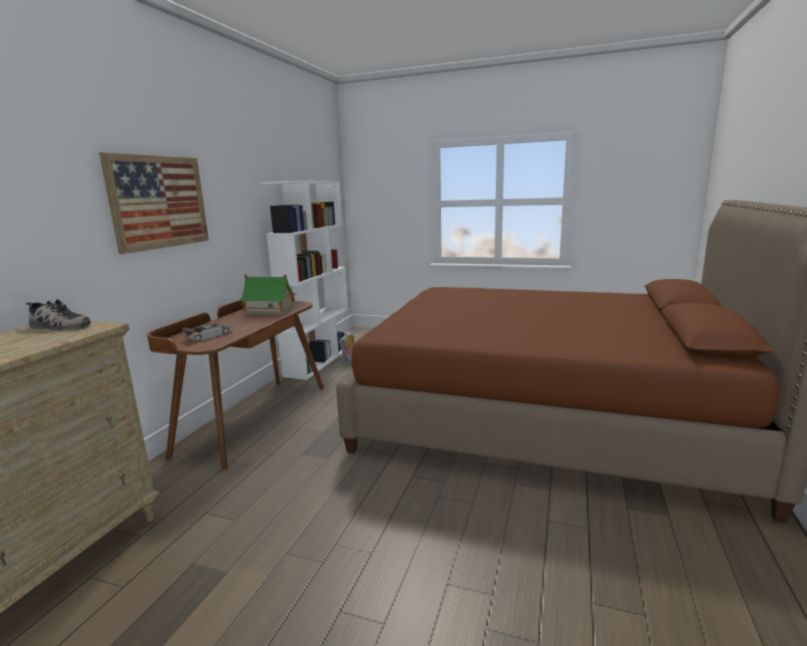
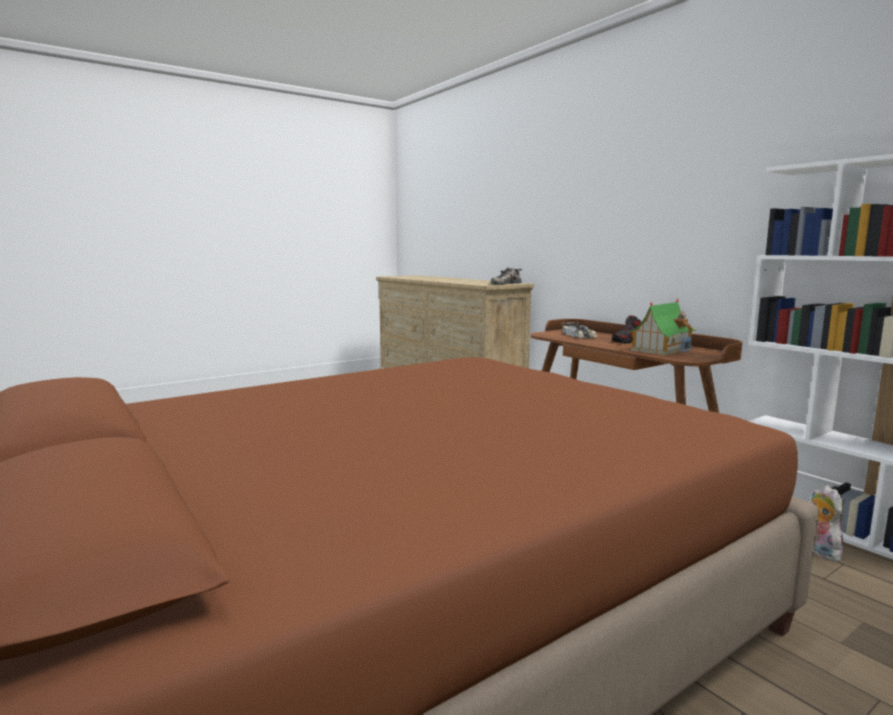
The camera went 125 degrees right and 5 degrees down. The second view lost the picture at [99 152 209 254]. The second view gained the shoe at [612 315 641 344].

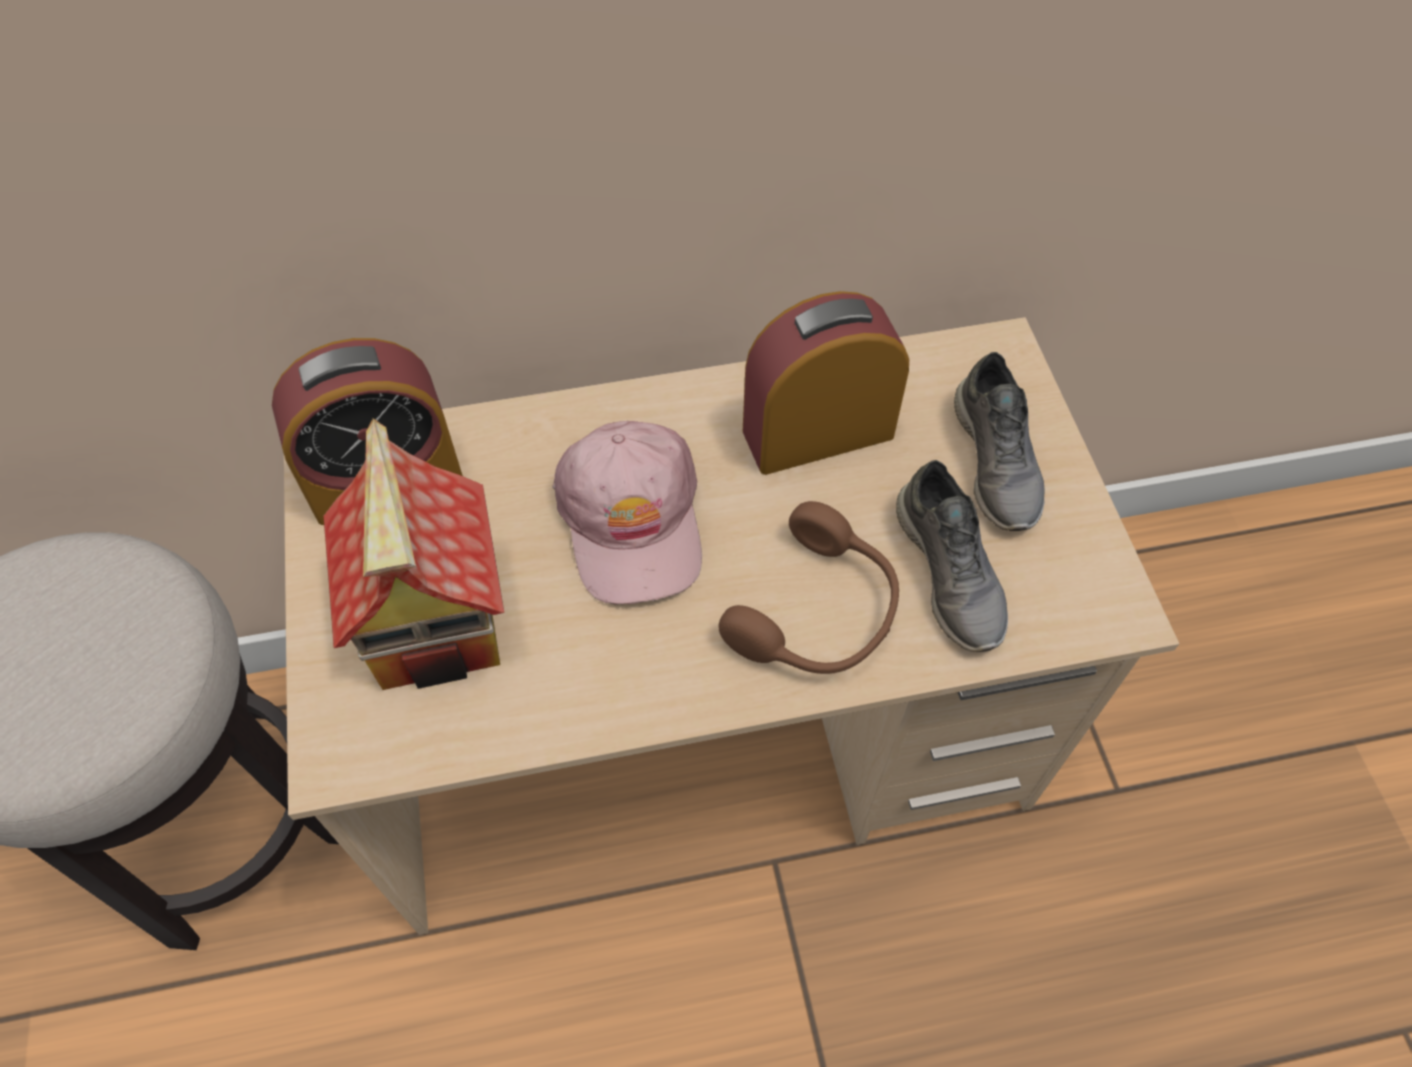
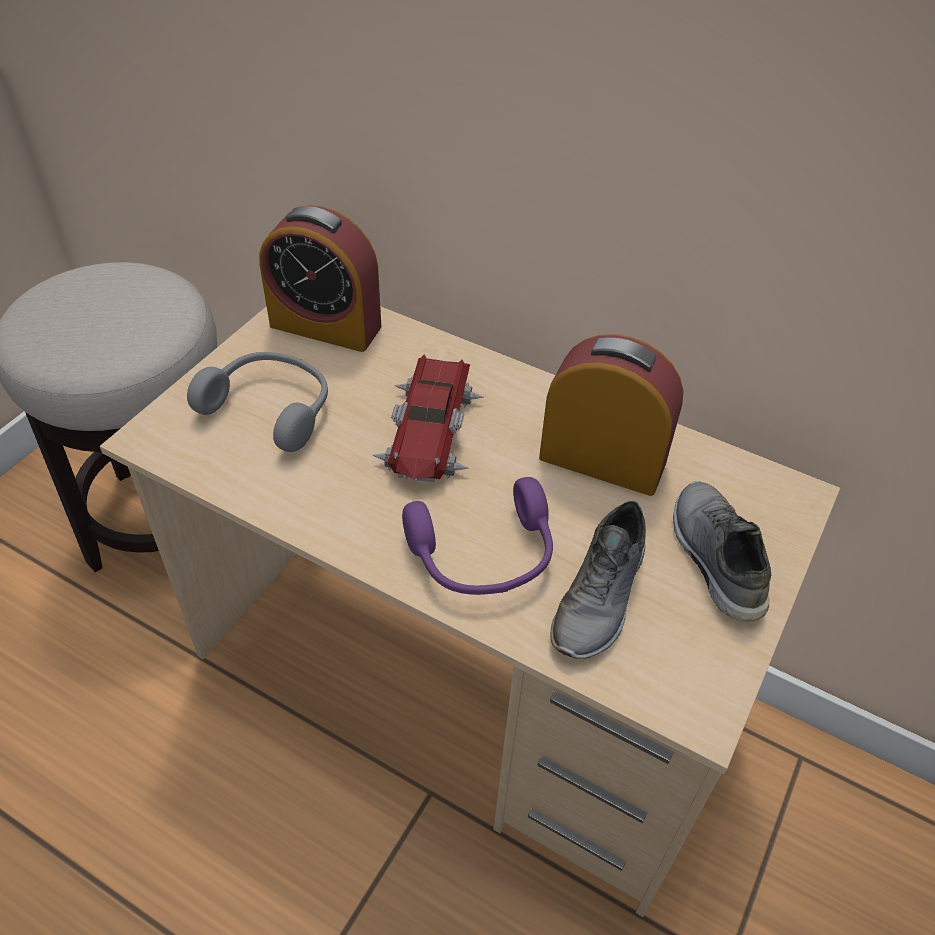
The camera went 40 degrees right and 10 degrees down. Where the toy house stood at [324 418 504 690], the headphones (grey) came to stand at [187 352 328 452]. Where the cap (pink) stood at [552 421 702 605], the toy car came to stand at [373 355 484 482]. What was the headphones (brown) at [719 501 899 674] turned into the headphones (purple) at [402 477 553 595]. The shoe (grey) at [954 352 1045 531] ended up facing another way, 135 degrees clockwise from before.

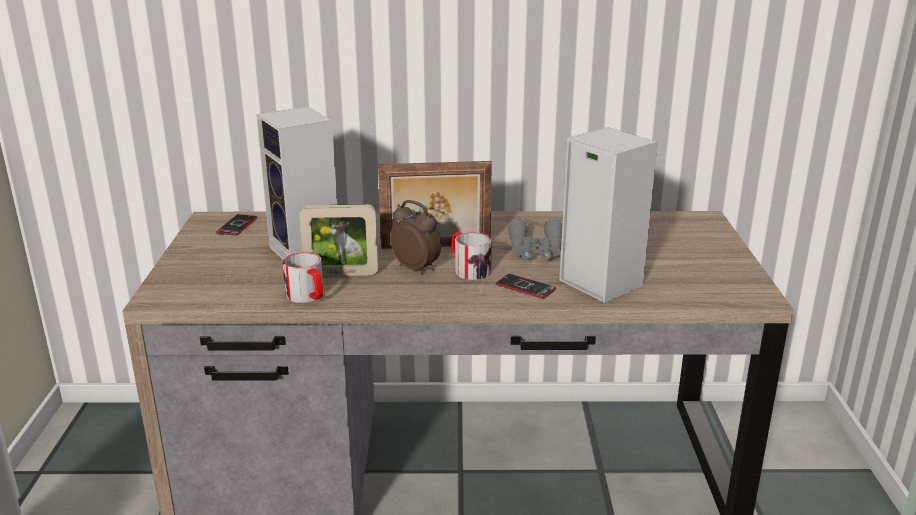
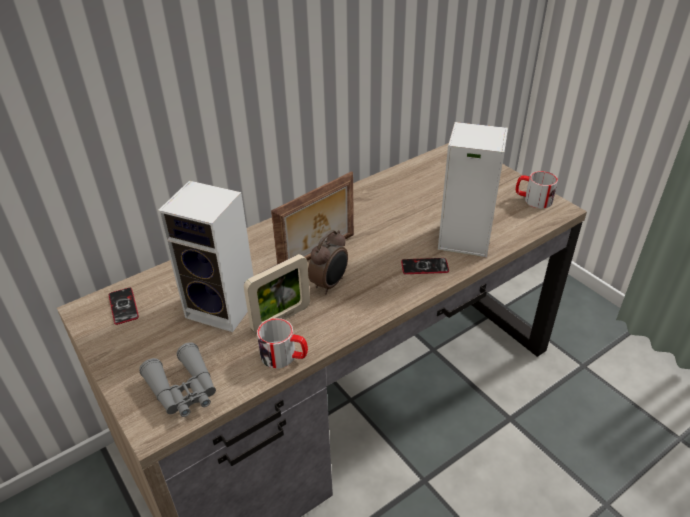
The camera went 35 degrees left and 15 degrees up. The mug ended up elsewhere, having gone from [452 232 492 280] to [516 171 558 209]. The binoculars (grey) ended up elsewhere, having gone from [508 218 562 259] to [139 342 216 417]. The alarm clock at [390 200 441 274] ended up facing another way, 120 degrees clockwise from before.

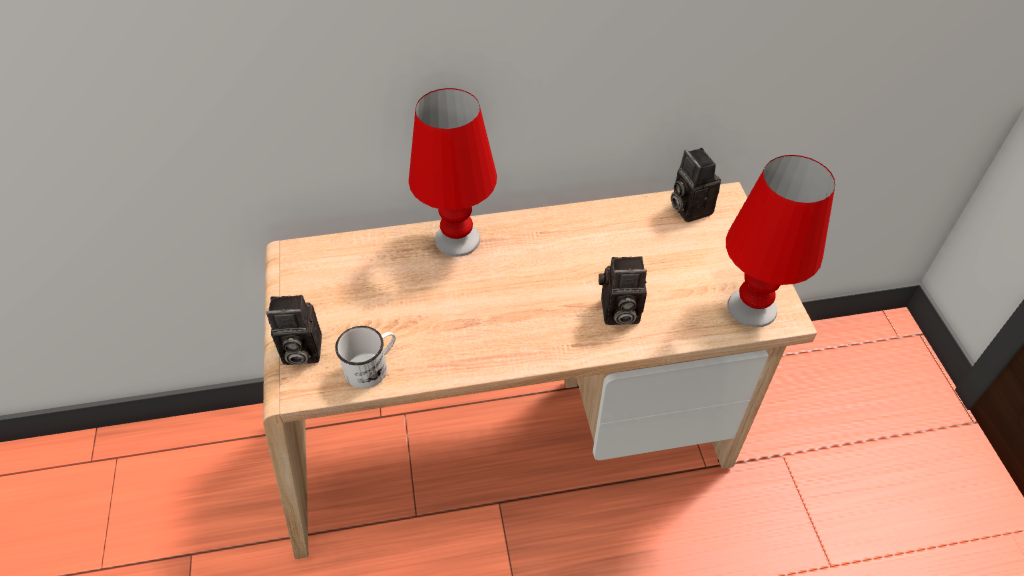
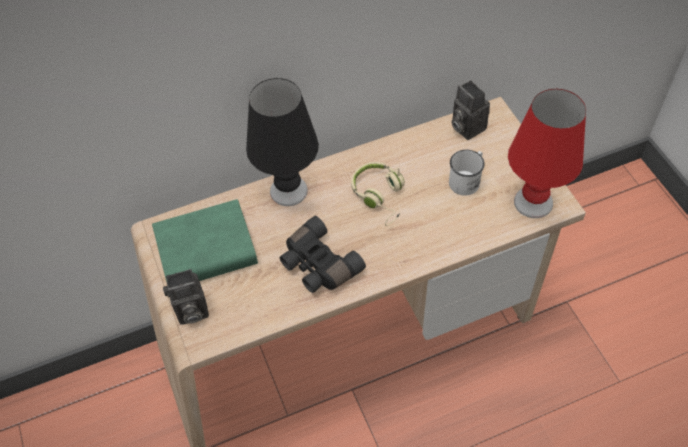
The camera went 10 degrees left and 5 degrees up. The second view lost the photo camera at [598 256 647 325]. The second view gained the book (green) at [152 199 258 282]. The second view gained the binoculars (black) at [280 216 366 293]. The second view gained the headphones (beige) at [351 162 404 226]. The mug (white) ended up elsewhere, having gone from [335 326 396 389] to [449 150 485 196]. What was the table lamp (red) at [409 88 497 257] turned into the table lamp (black) at [246 78 319 206].

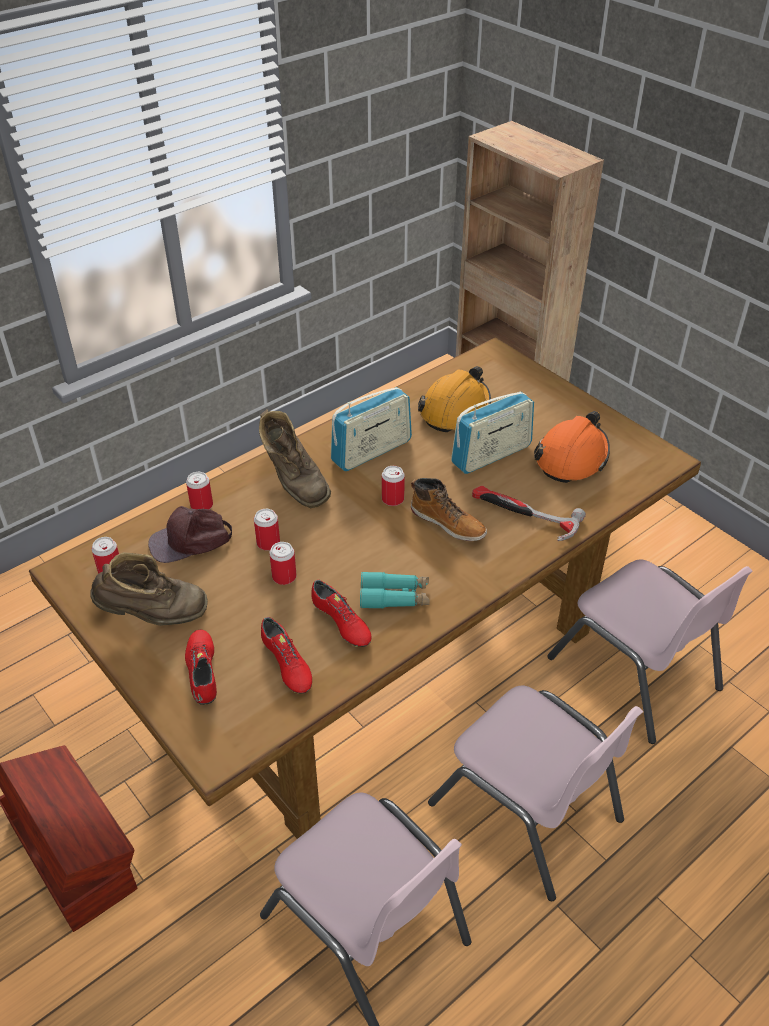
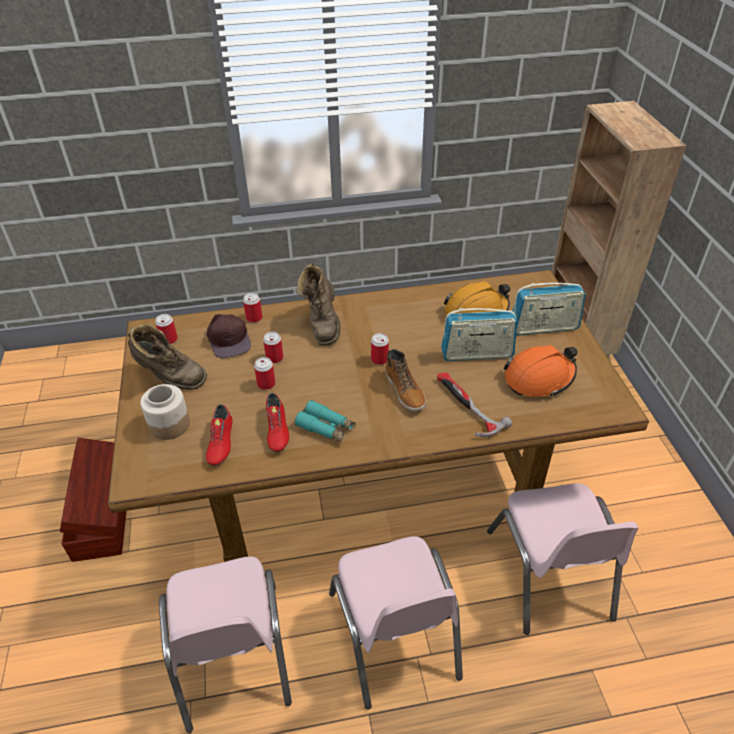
The camera went 30 degrees right and 0 degrees up. The radio ended up elsewhere, having gone from [331 387 412 471] to [512 283 586 336]. Where the shoe (red) stood at [185 630 217 705], the jar came to stand at [140 384 190 440]. The cap (brown) at [148 506 232 563] ended up facing another way, 120 degrees counterclockwise from before.

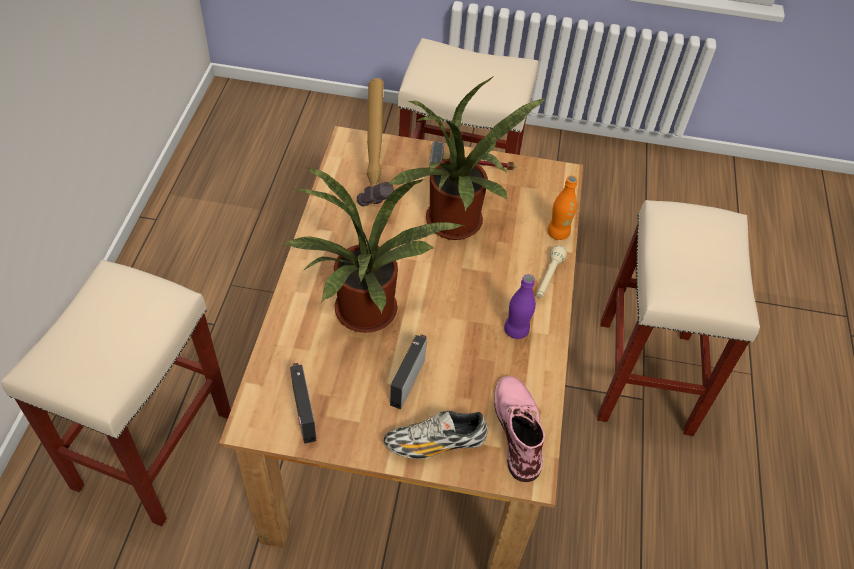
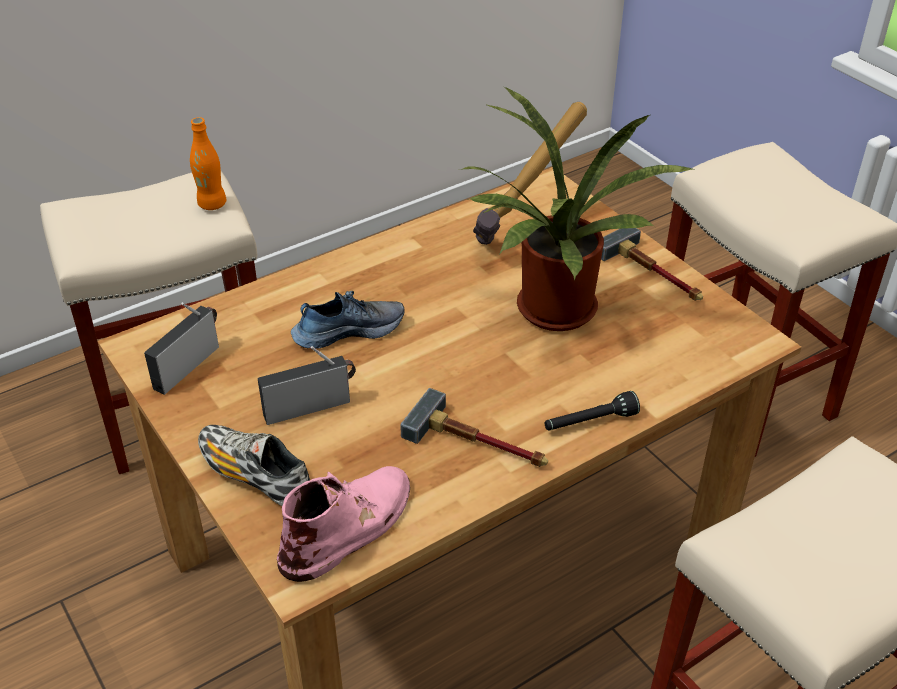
The camera went 50 degrees right and 10 degrees down. The bottle (orange) ended up elsewhere, having gone from [547 175 578 240] to [190 117 226 210]. Where the potted plant stood at [282 168 463 333], the shoe came to stand at [291 291 405 349]. Where the bottle (purple) stood at [504 274 536 339], the hammer came to stand at [400 388 548 467]. What was the flashlight (beige) at [537 246 567 298] turned into the flashlight (black) at [545 391 640 430].

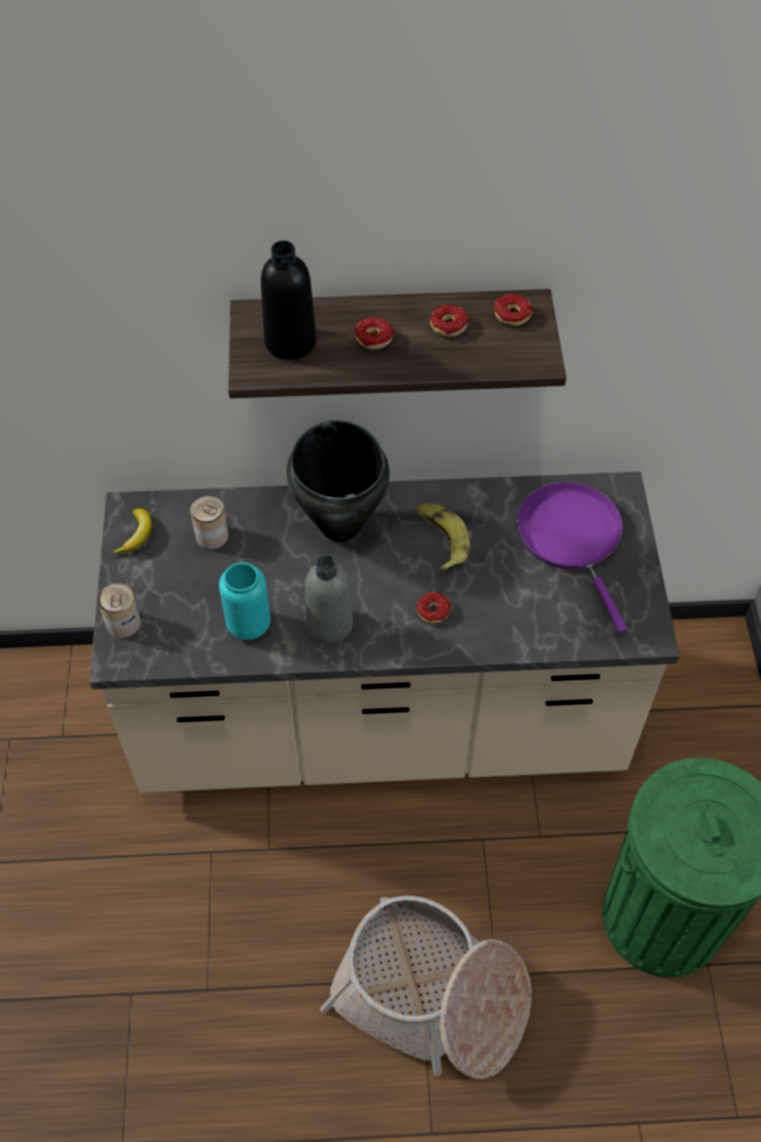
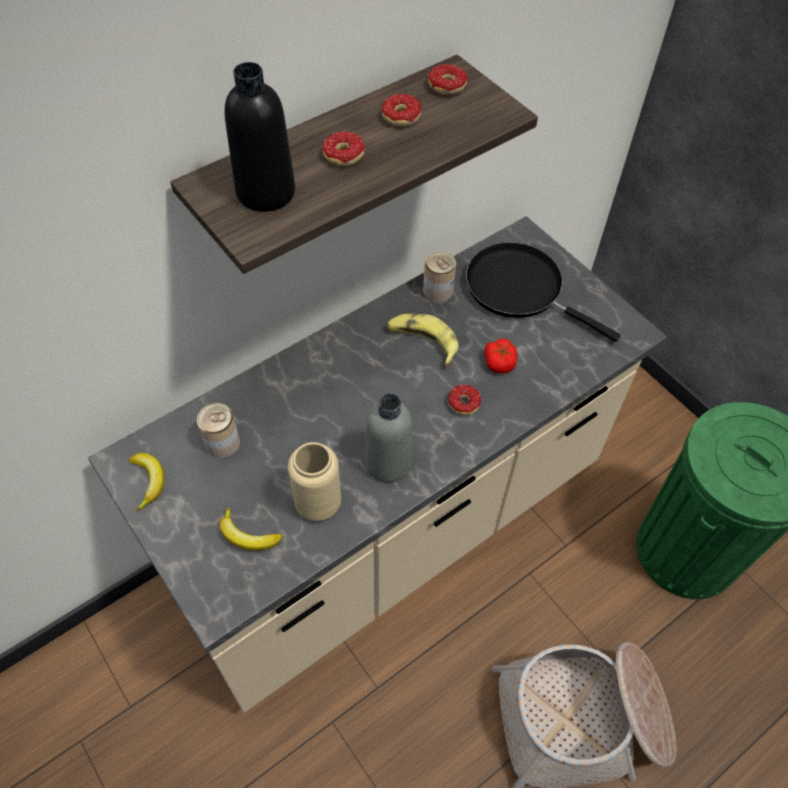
The camera went 35 degrees left and 0 degrees up. The second view lost the cooking pot (black) at [287 420 390 542]. The second view gained the banana at [220 507 282 550]. The second view gained the tomato at [484 339 517 373]. The can ended up elsewhere, having gone from [98 584 141 638] to [423 251 456 302]. What was the vase (turquoise) at [219 562 271 640] turned into the vase (beige) at [288 442 341 521]. What was the frying pan (purple) at [517 482 627 633] turned into the frying pan (black) at [466 242 621 342].

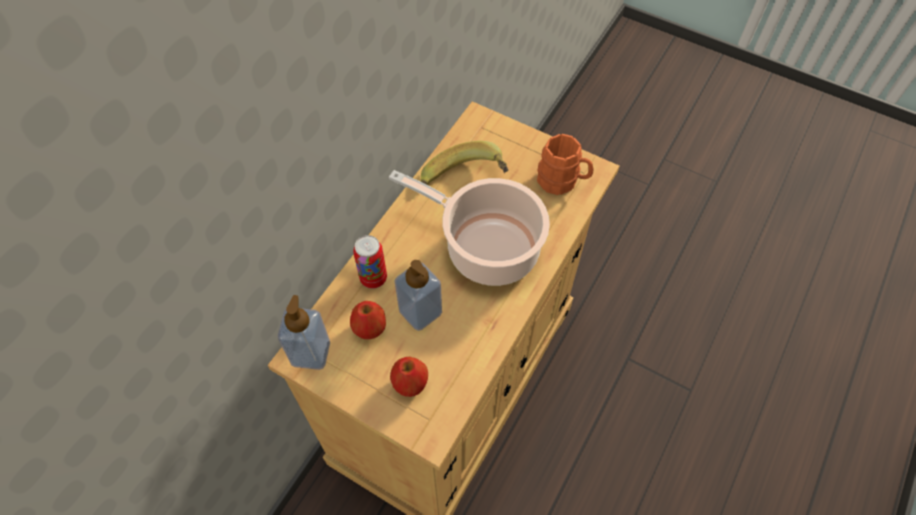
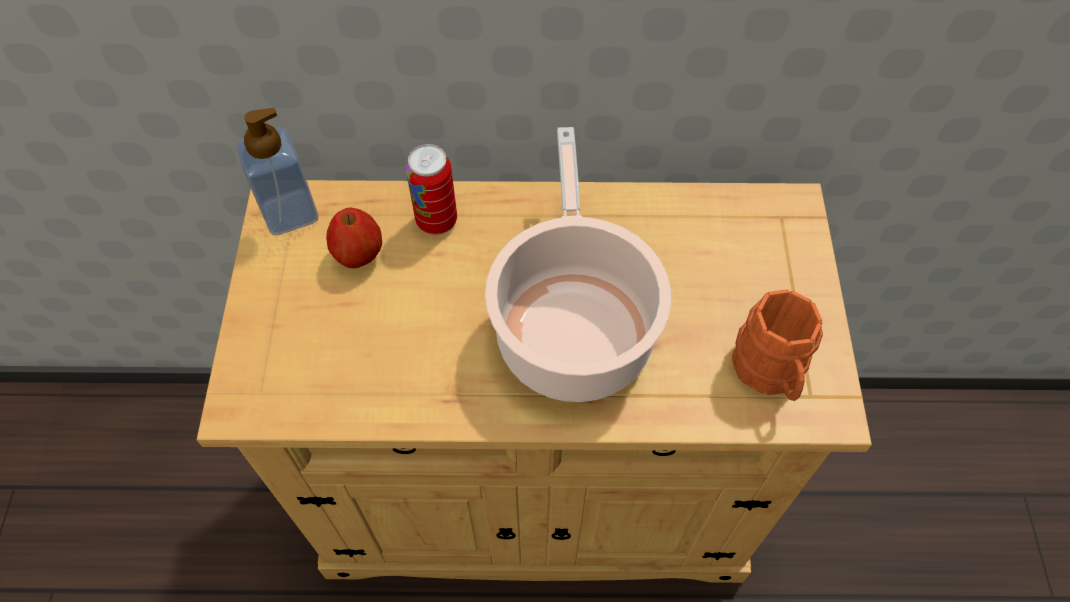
The camera went 60 degrees right and 0 degrees up. The second view lost the apple at [390 357 428 397]. The second view lost the soap dispenser at [394 260 442 331]. The second view lost the banana at [421 141 508 185].

